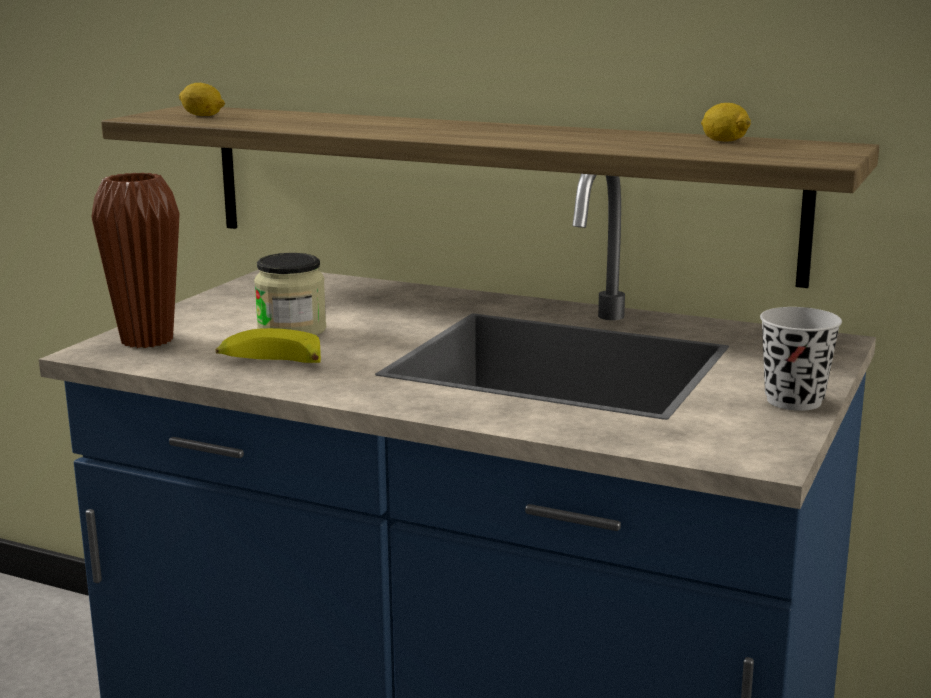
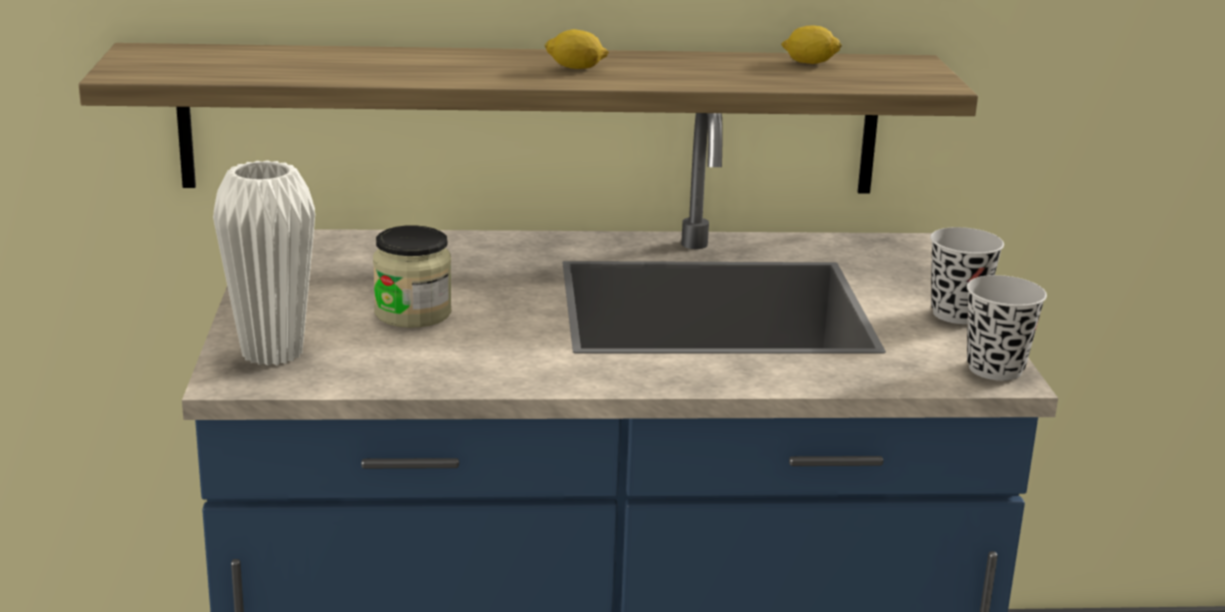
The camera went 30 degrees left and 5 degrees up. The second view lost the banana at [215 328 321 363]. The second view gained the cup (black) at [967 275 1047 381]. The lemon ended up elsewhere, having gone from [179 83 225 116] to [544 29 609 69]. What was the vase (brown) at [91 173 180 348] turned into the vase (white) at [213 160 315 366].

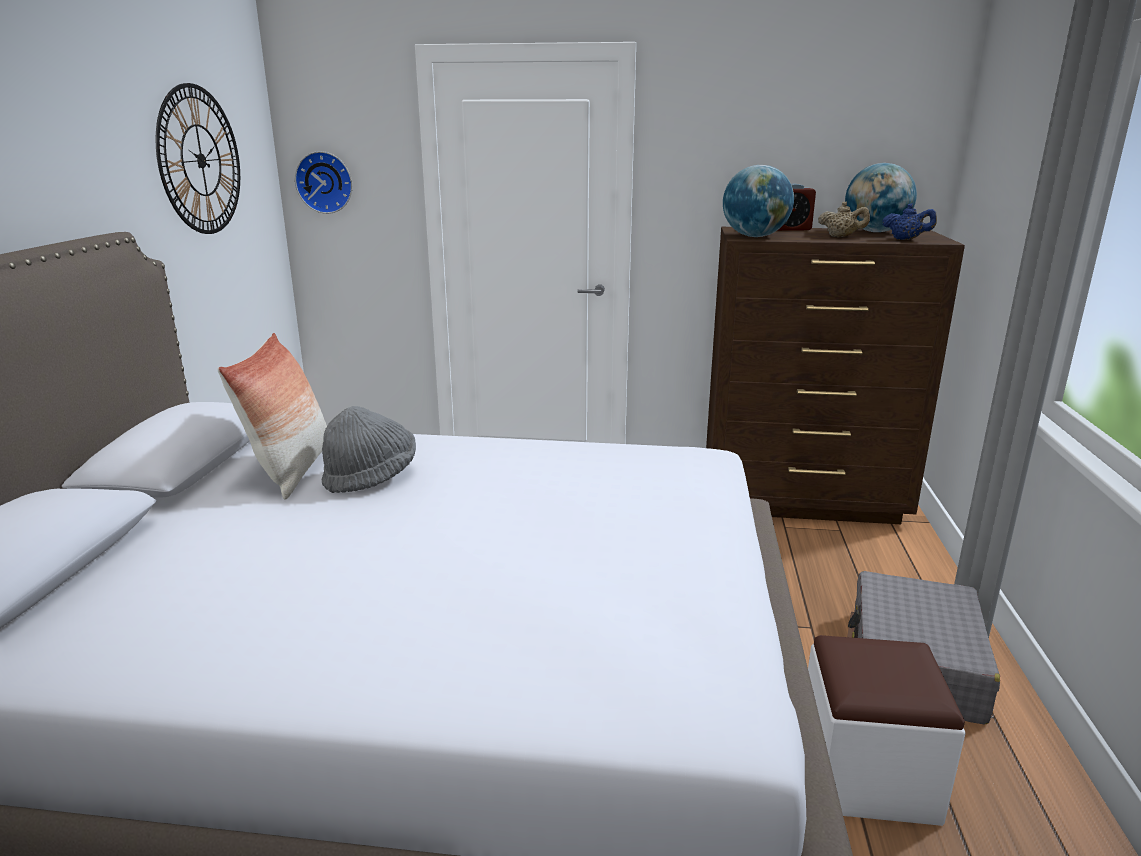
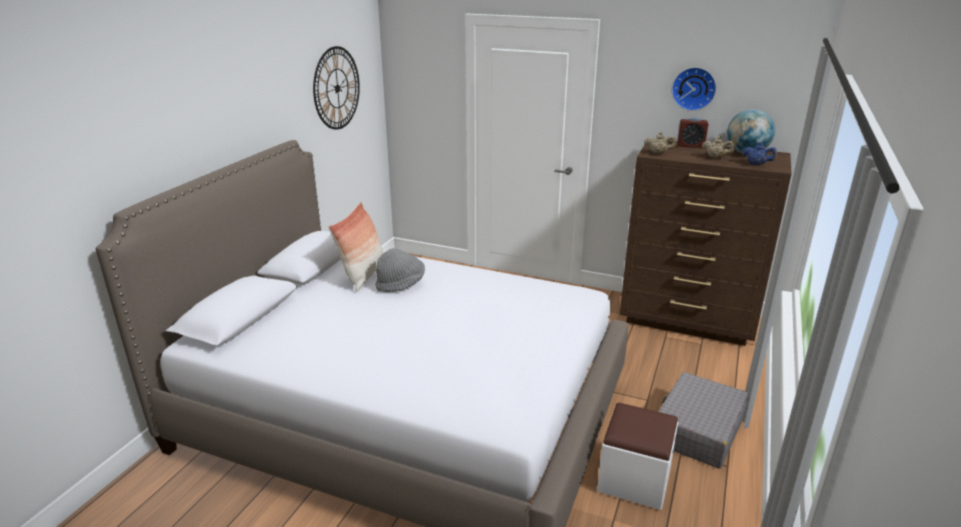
The camera went 15 degrees right and 5 degrees up. The wall clock ended up elsewhere, having gone from [295 151 352 214] to [672 67 717 111]. Where the globe stood at [723 165 794 237], the teapot (beige) came to stand at [644 132 676 154].

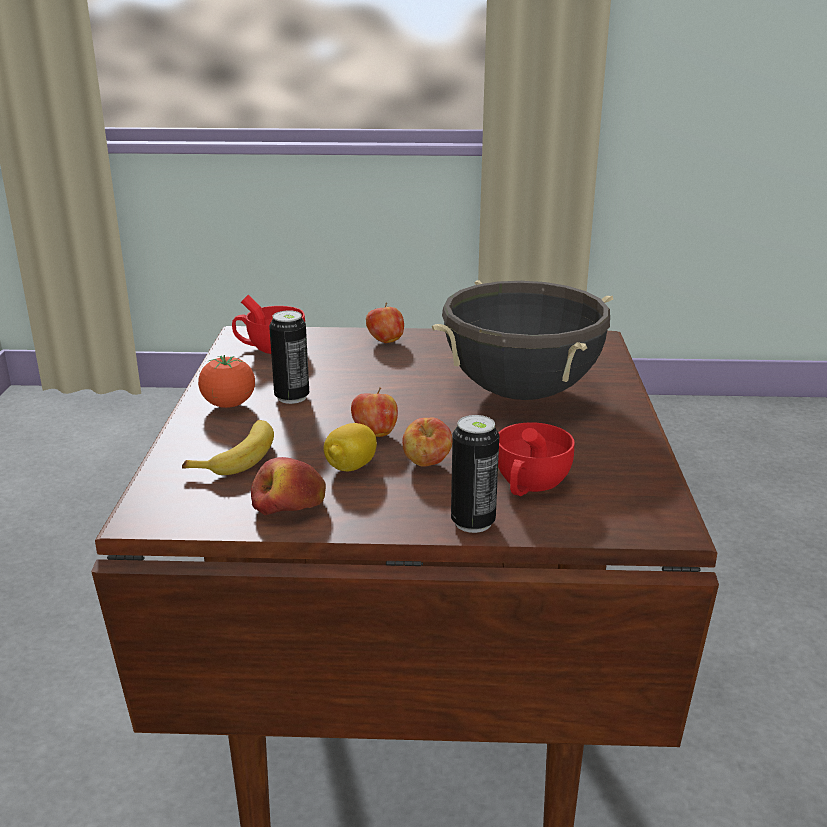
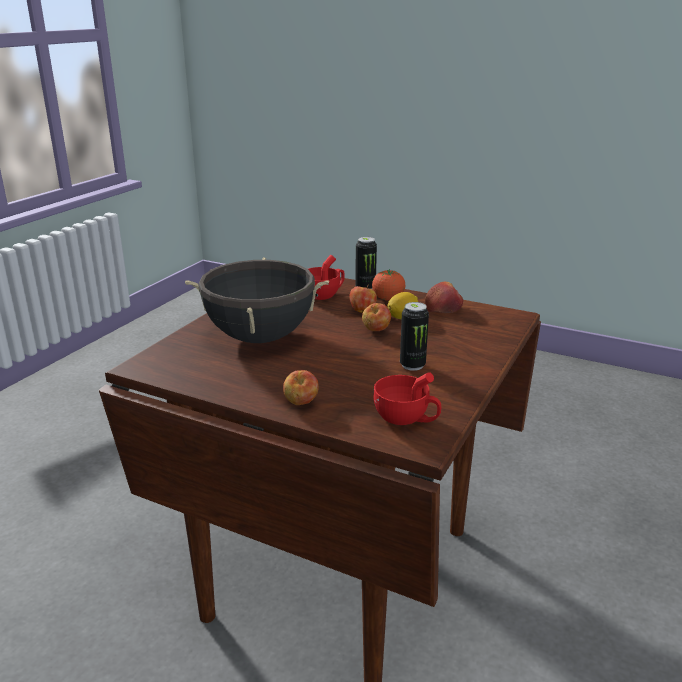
The camera went 155 degrees left and 0 degrees up. The second view lost the banana at [182 420 274 475]. The tomato ended up elsewhere, having gone from [198 355 255 408] to [372 269 405 301].

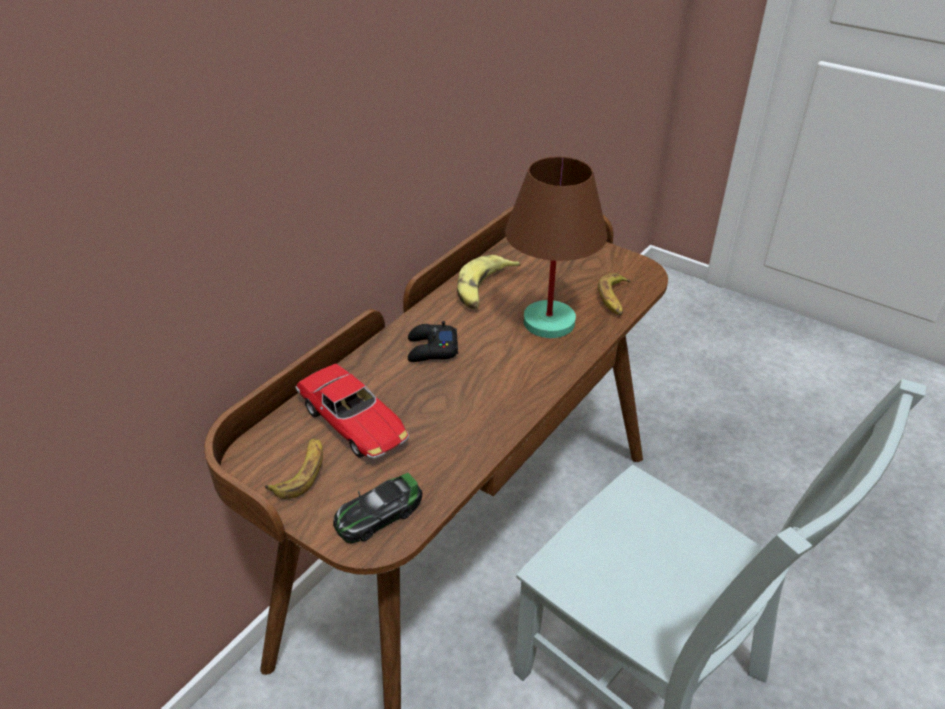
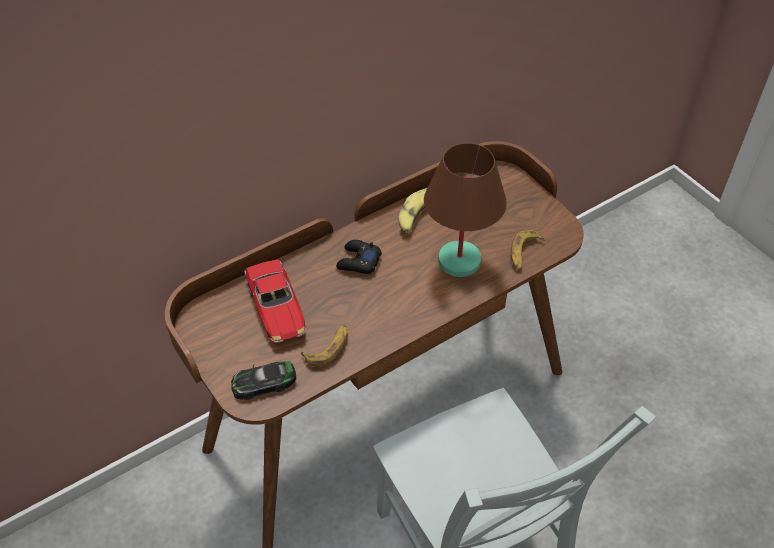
The camera went 20 degrees right and 10 degrees up. The banana ended up elsewhere, having gone from [265 438 323 499] to [301 325 347 366].

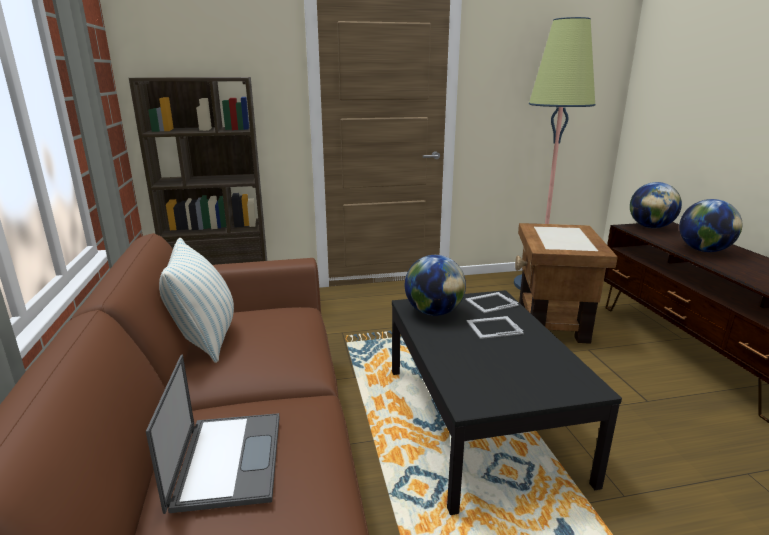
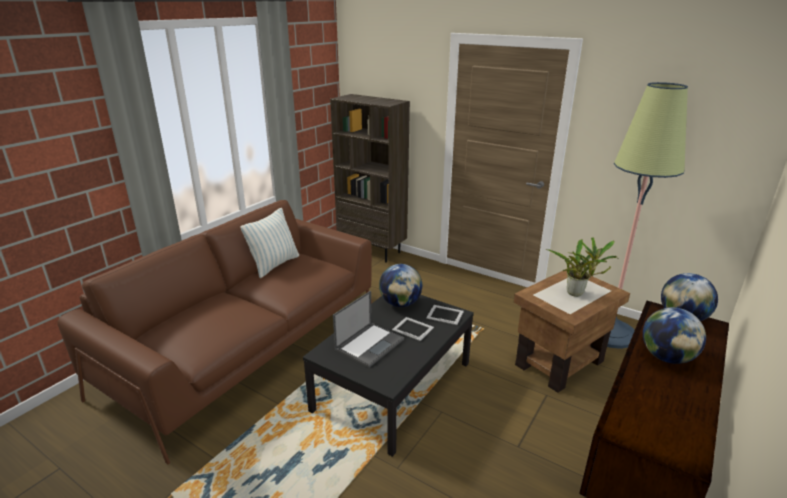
The camera went 45 degrees right and 5 degrees up. The second view gained the potted plant at [546 237 619 297]. The laptop ended up elsewhere, having gone from [146 355 280 514] to [333 291 404 368].

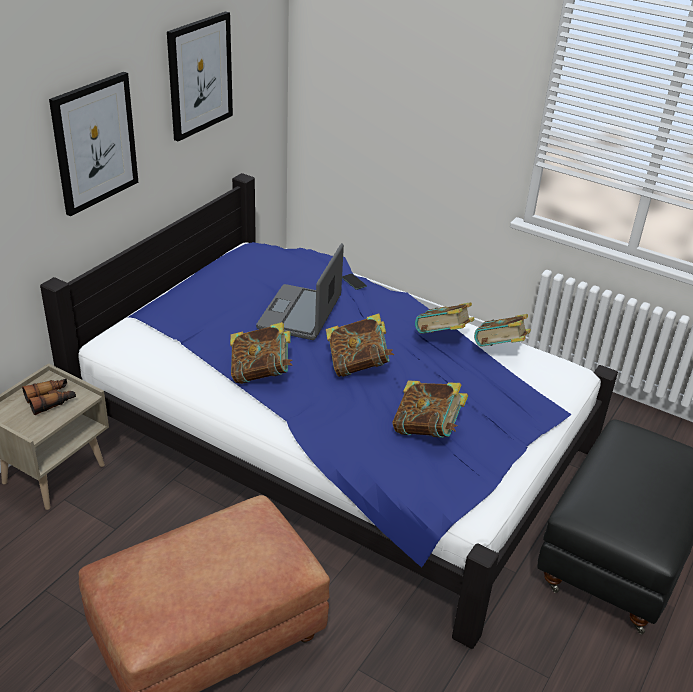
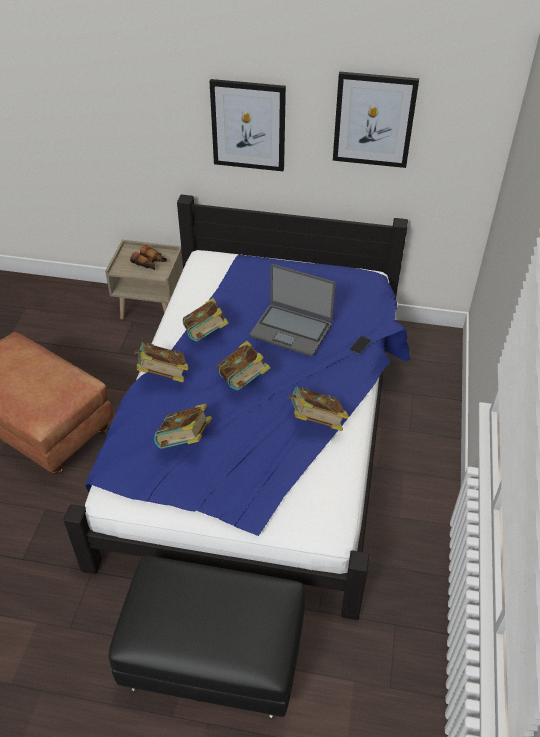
The camera went 70 degrees right and 10 degrees up. The book ended up elsewhere, having gone from [474 314 531 346] to [134 342 188 382]. The laptop at [256 243 344 340] ended up facing another way, 150 degrees counterclockwise from before.

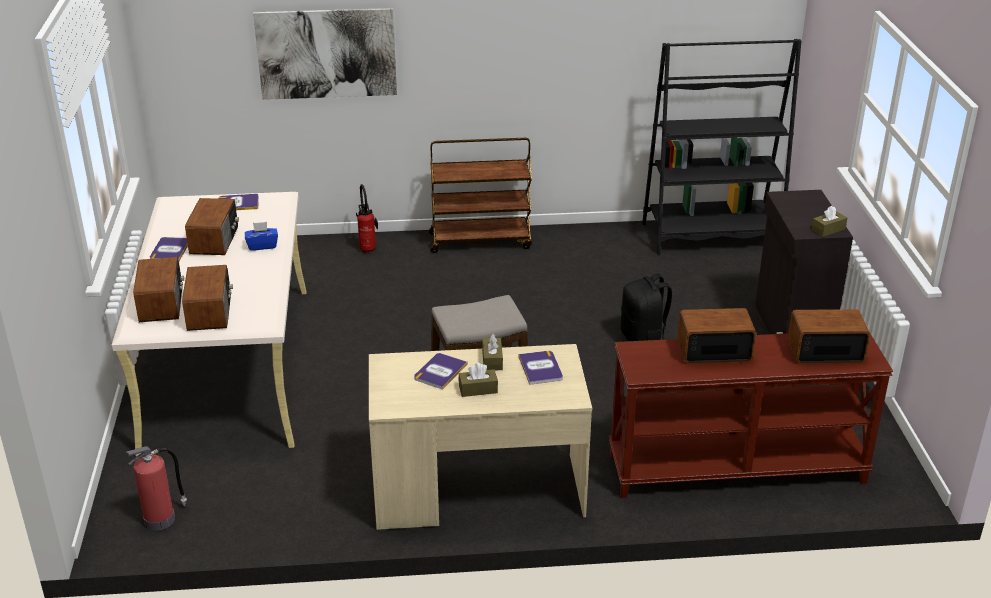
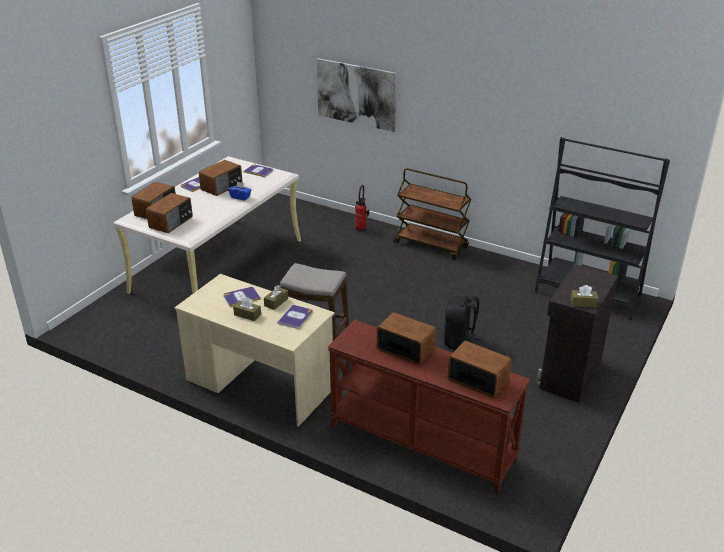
The camera went 35 degrees right and 0 degrees up. The second view lost the fire extinguisher at [126 446 187 531].

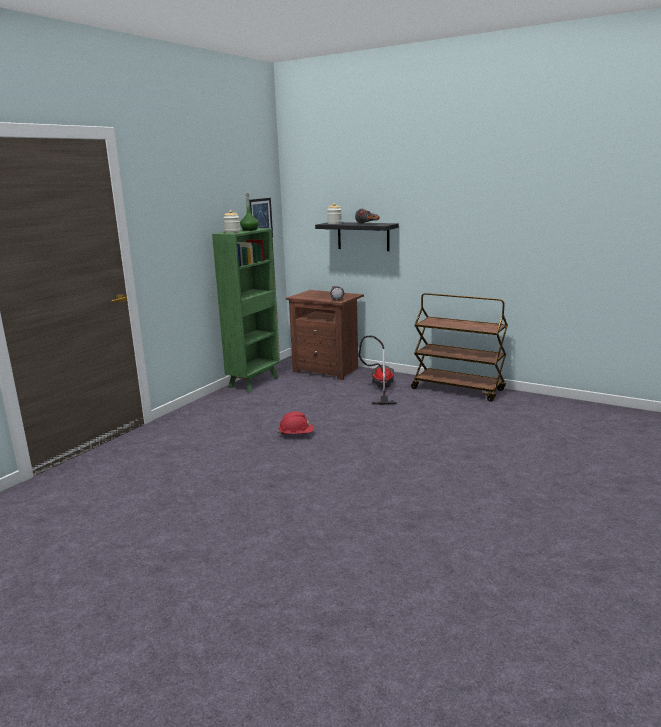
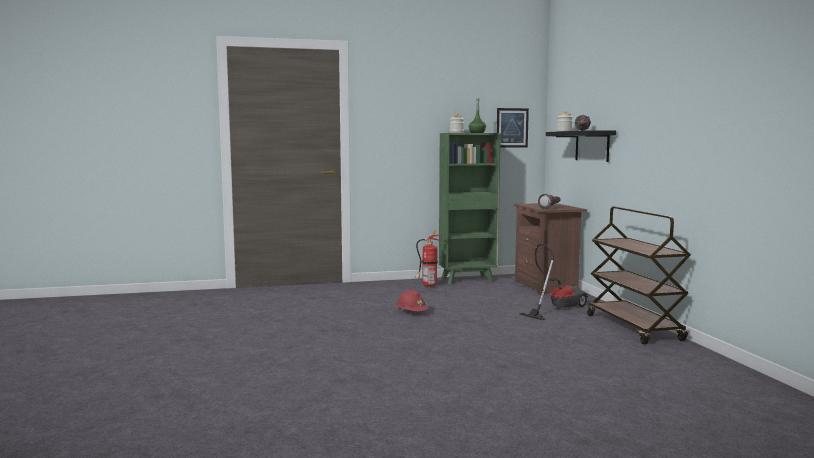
The camera went 45 degrees right and 10 degrees down. The second view gained the fire extinguisher at [415 230 441 287].

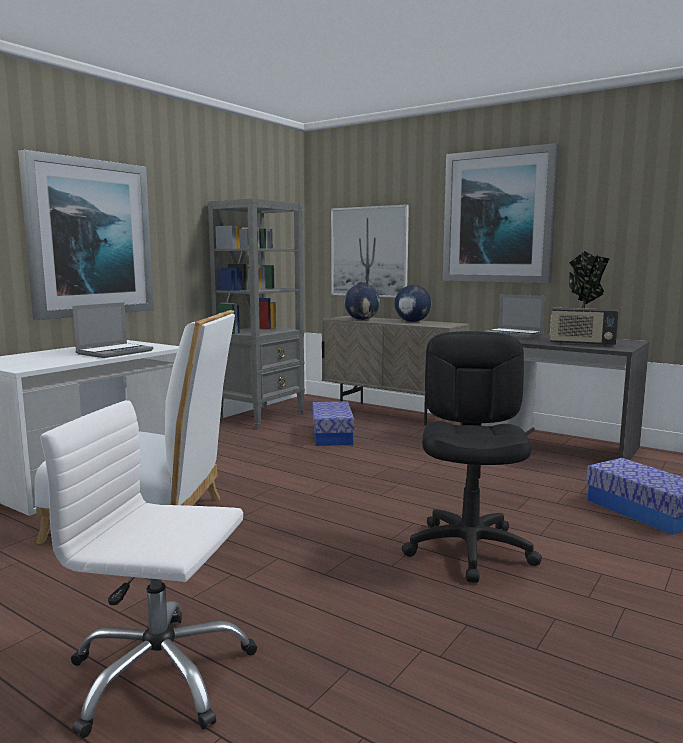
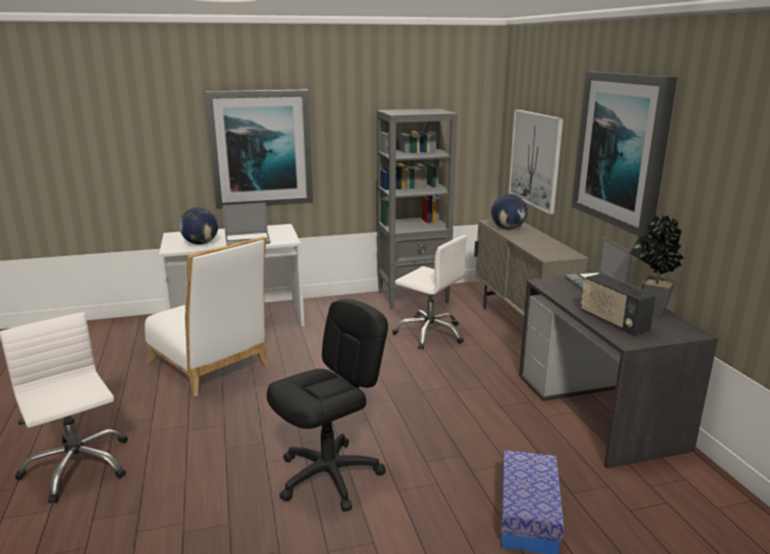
The camera went 40 degrees right and 10 degrees up. The globe ended up elsewhere, having gone from [395 285 432 322] to [179 207 218 245]. Where the storage box stood at [312 401 354 446], the office chair (white) came to stand at [392 235 467 350].

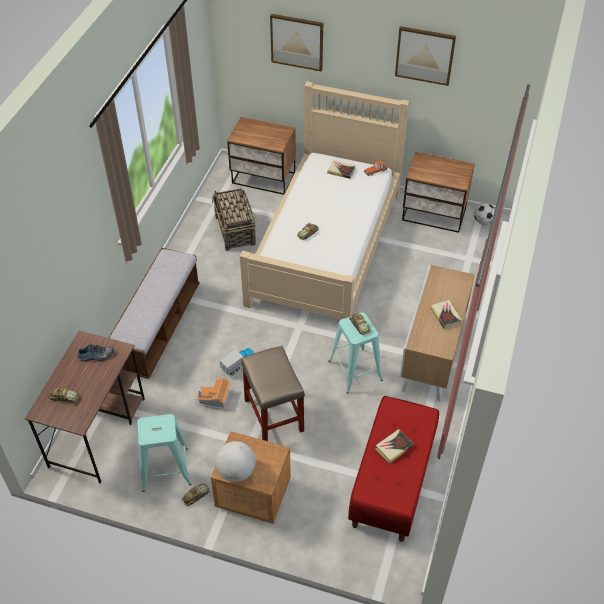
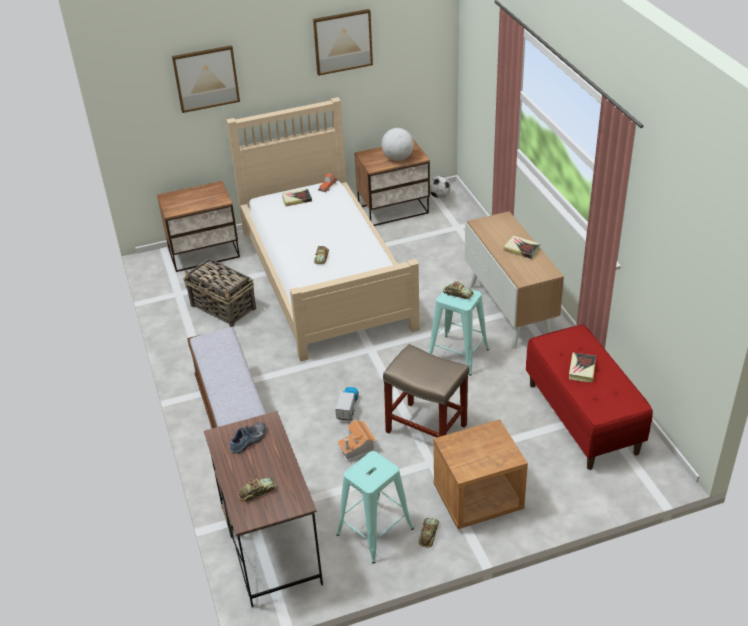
The camera went 35 degrees left and 10 degrees down. The globe ended up elsewhere, having gone from [215 441 256 482] to [381 128 414 161].

